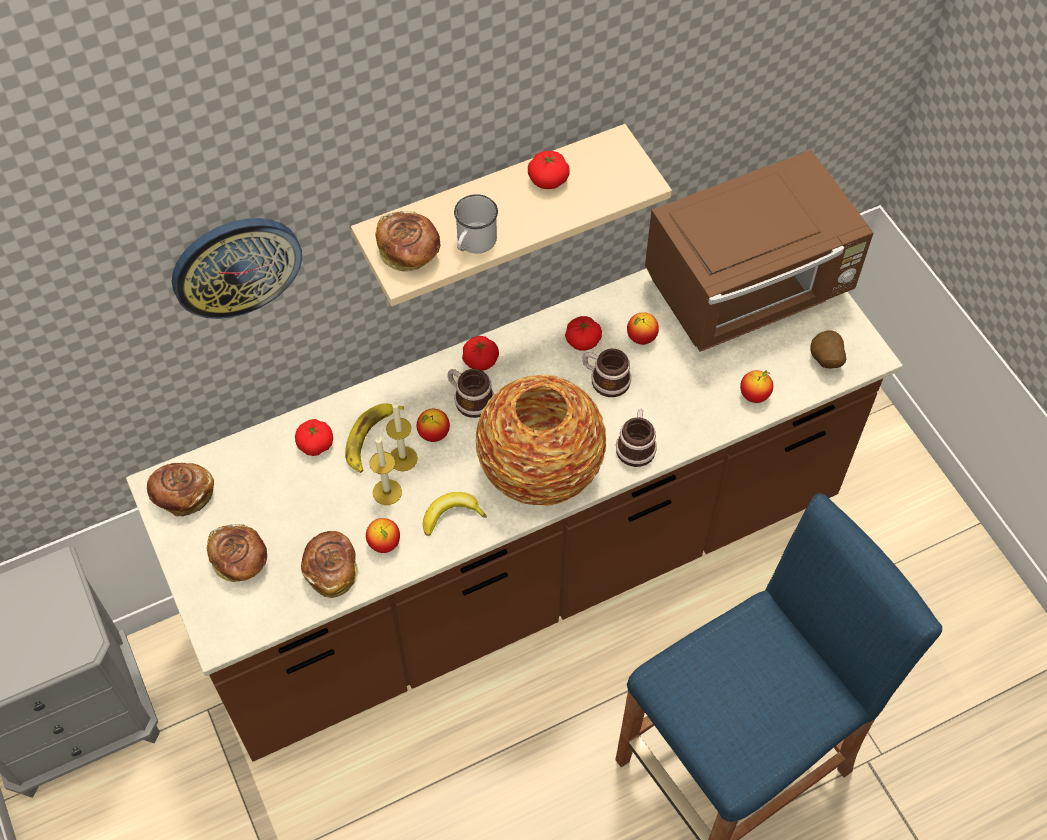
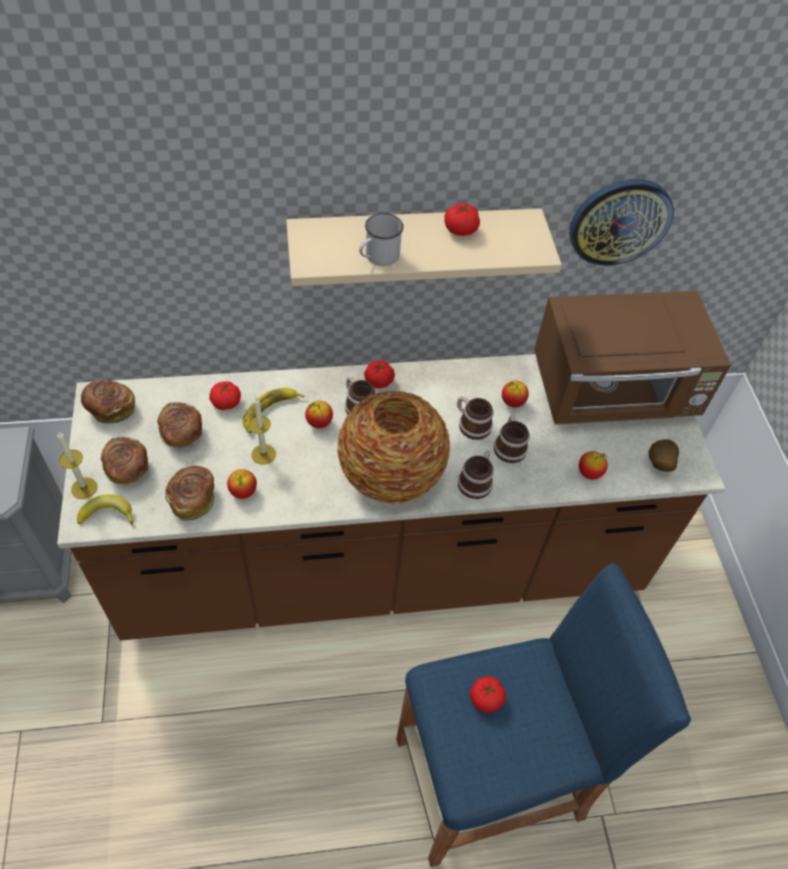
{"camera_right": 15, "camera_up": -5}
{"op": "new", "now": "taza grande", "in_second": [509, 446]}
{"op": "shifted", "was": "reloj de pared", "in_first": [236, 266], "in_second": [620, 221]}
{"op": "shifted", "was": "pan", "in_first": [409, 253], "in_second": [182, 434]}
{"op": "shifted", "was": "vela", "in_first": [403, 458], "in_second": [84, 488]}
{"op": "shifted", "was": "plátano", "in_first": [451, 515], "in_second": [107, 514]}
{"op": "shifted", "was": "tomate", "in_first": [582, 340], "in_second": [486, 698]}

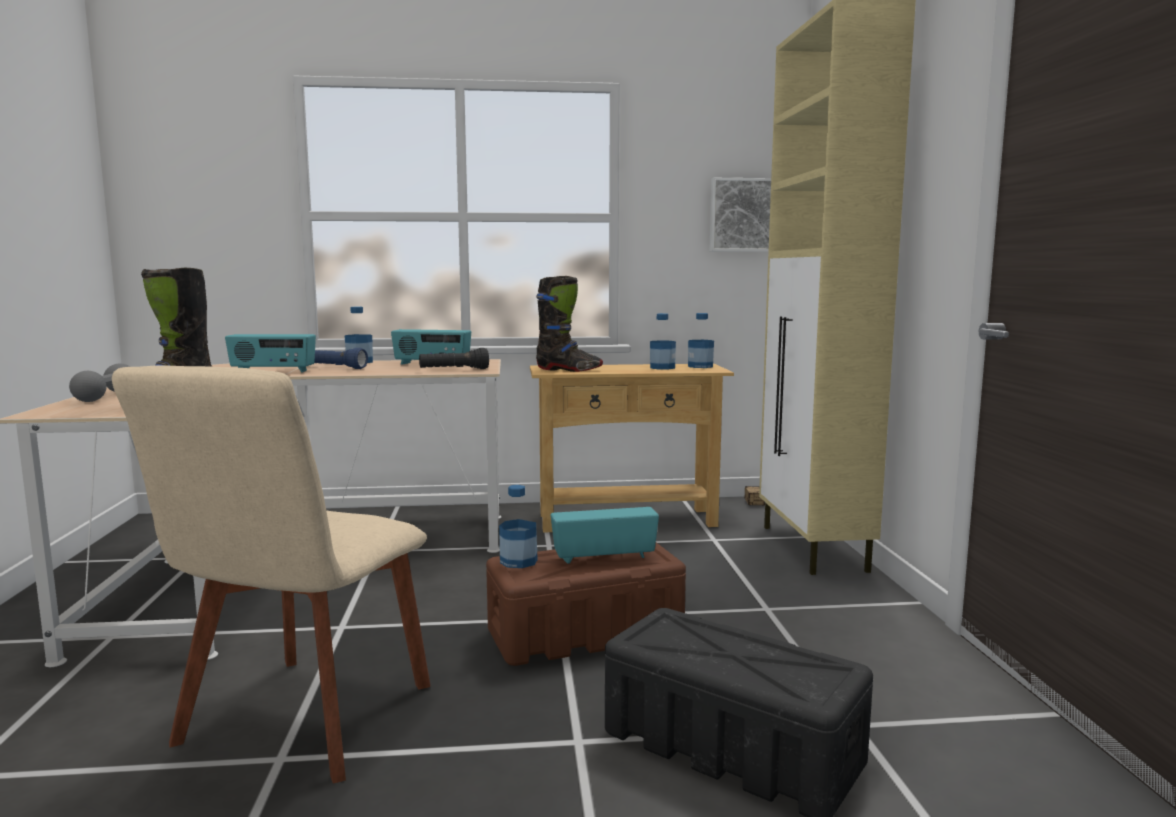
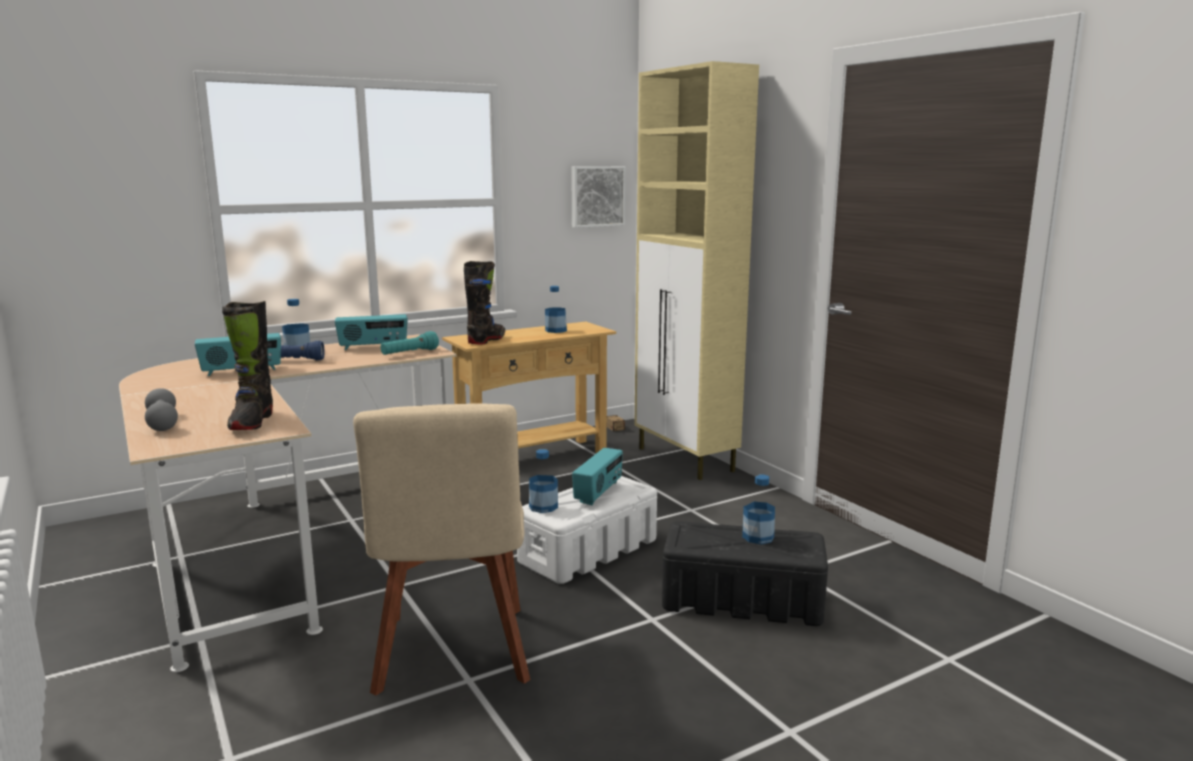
{"camera_right": -25, "camera_up": 5}
{"op": "shifted", "was": "botella", "in_first": [700, 366], "in_second": [758, 537]}
{"op": "repainted", "was": "linterna (negro)", "now": "linterna (turquesa)", "in_first": [454, 370], "in_second": [409, 353]}
{"op": "repainted", "was": "caja de almacenaje (marrón)", "now": "caja de almacenaje (blanco)", "in_first": [586, 633], "in_second": [589, 550]}
{"op": "rotated", "was": "bota (negro)", "in_first": [568, 370], "in_second": [486, 340], "clockwise": -60}
{"op": "rotated", "was": "radio", "in_first": [604, 557], "in_second": [599, 493], "clockwise": 150}

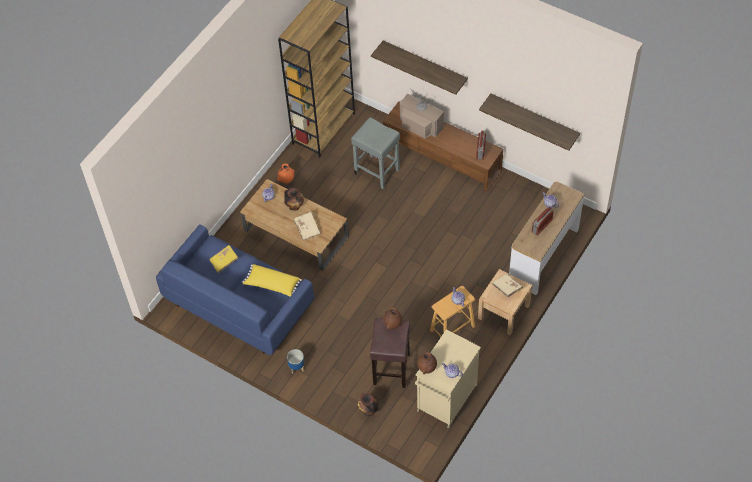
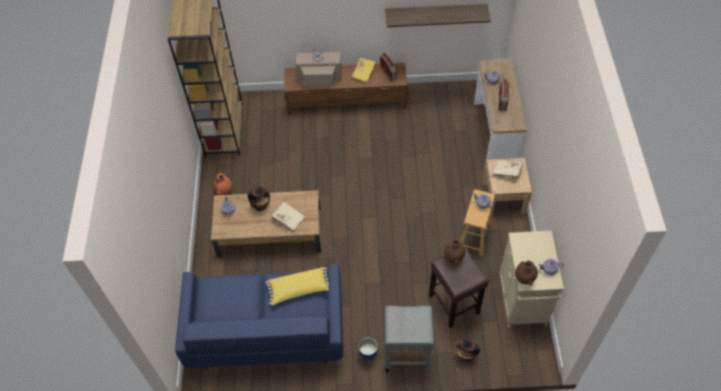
{"camera_right": -35, "camera_up": 0}
{"op": "gone", "was": "estante", "in_first": [424, 65]}
{"op": "shifted", "was": "libro (amarillo)", "in_first": [224, 261], "in_second": [364, 73]}
{"op": "shifted", "was": "taburete (gris)", "in_first": [377, 172], "in_second": [407, 354]}

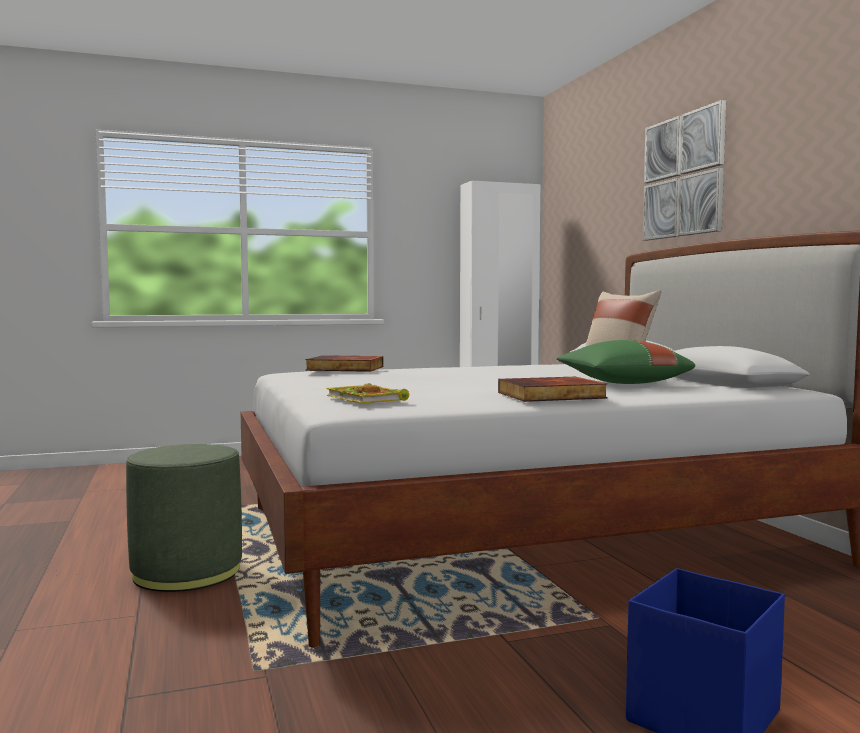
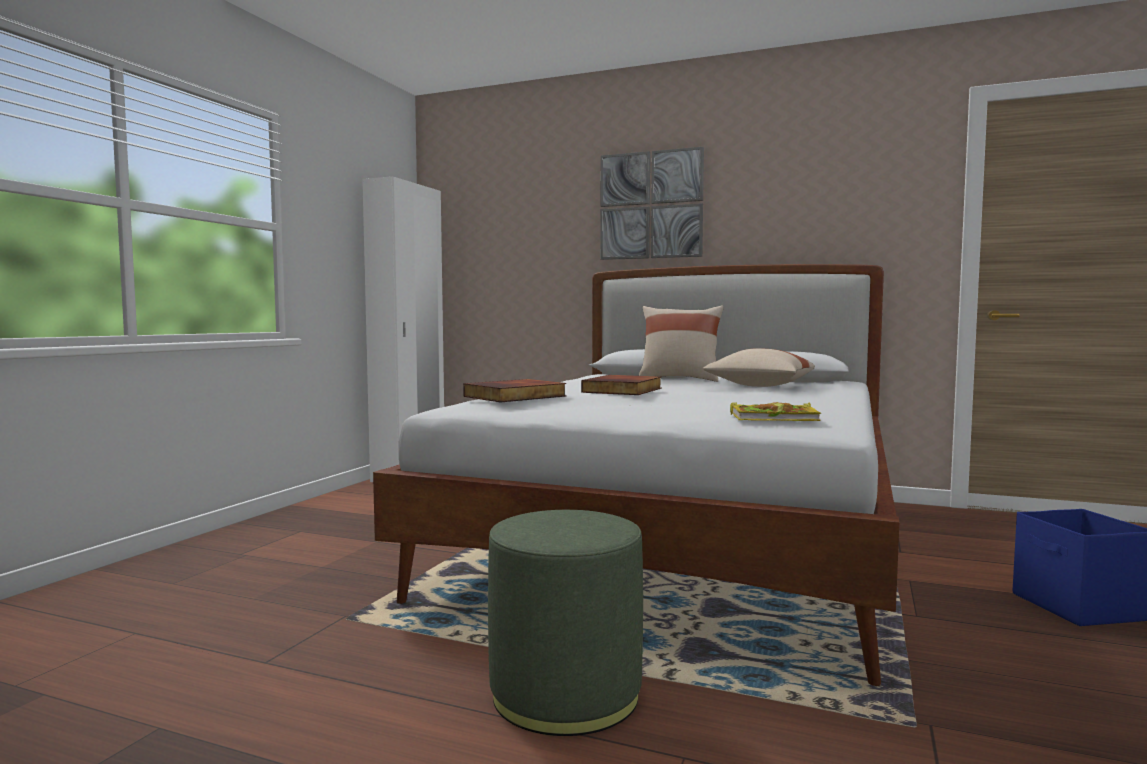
{"camera_right": -50, "camera_up": 0}
{"op": "shifted", "was": "libro", "in_first": [551, 395], "in_second": [624, 390]}
{"op": "repainted", "was": "cojín (verde)", "now": "cojín (beis)", "in_first": [621, 383], "in_second": [759, 386]}

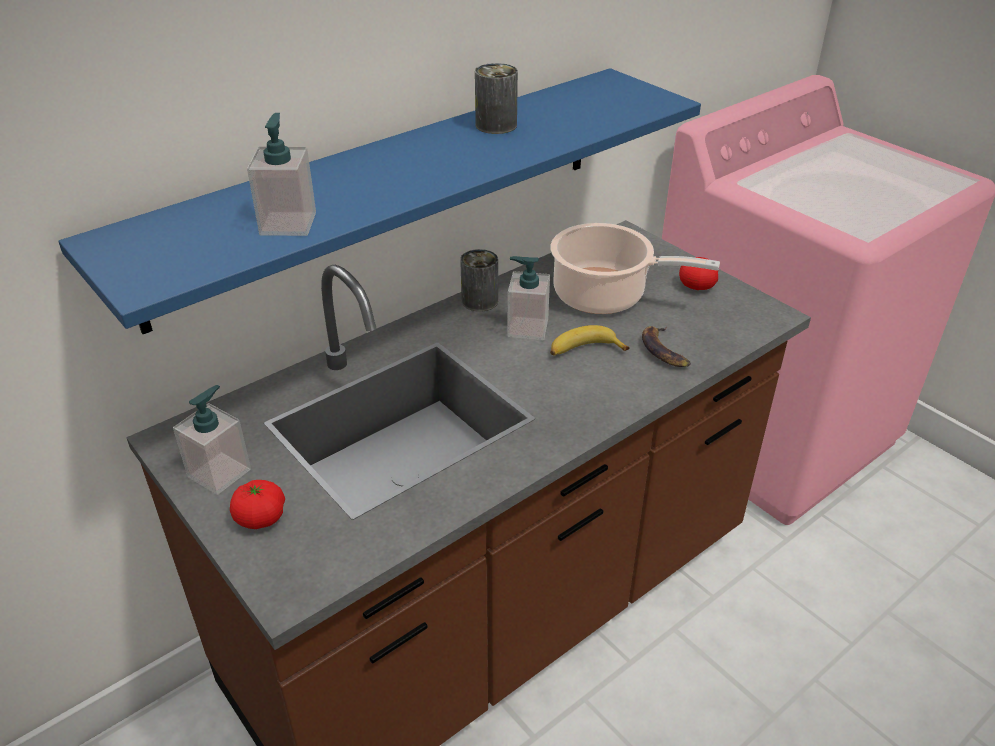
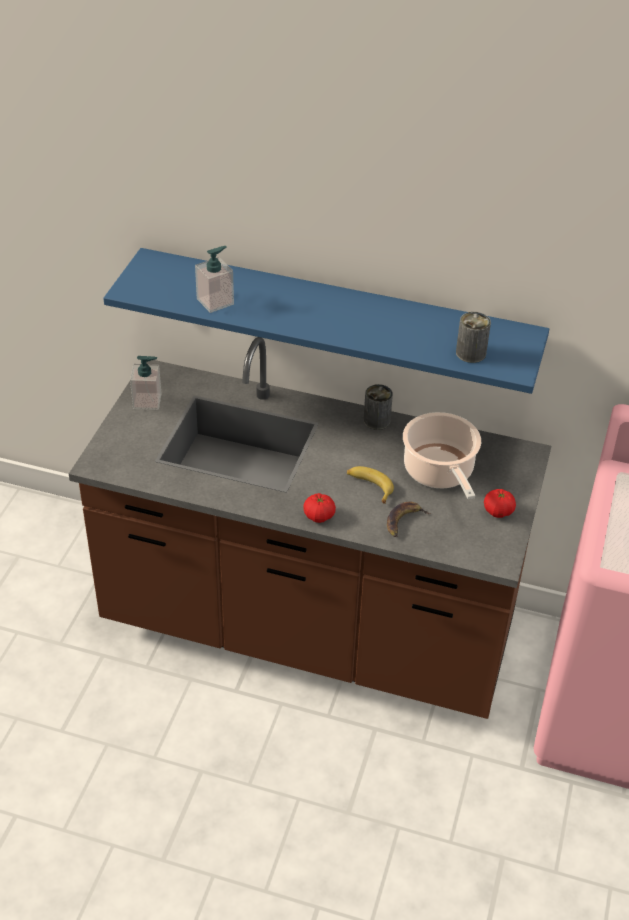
{"camera_right": 55, "camera_up": 5}
{"op": "gone", "was": "dispensador de jabón", "in_first": [527, 328]}
{"op": "shifted", "was": "tomate", "in_first": [260, 517], "in_second": [319, 516]}
{"op": "shifted", "was": "lata", "in_first": [496, 125], "in_second": [470, 353]}

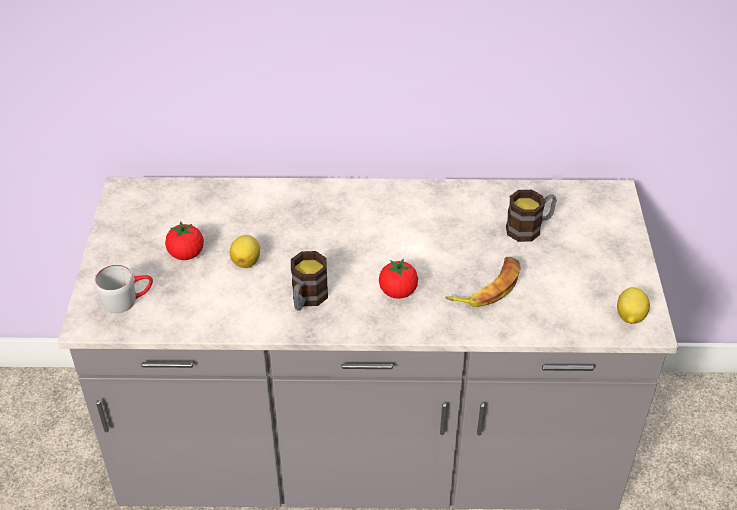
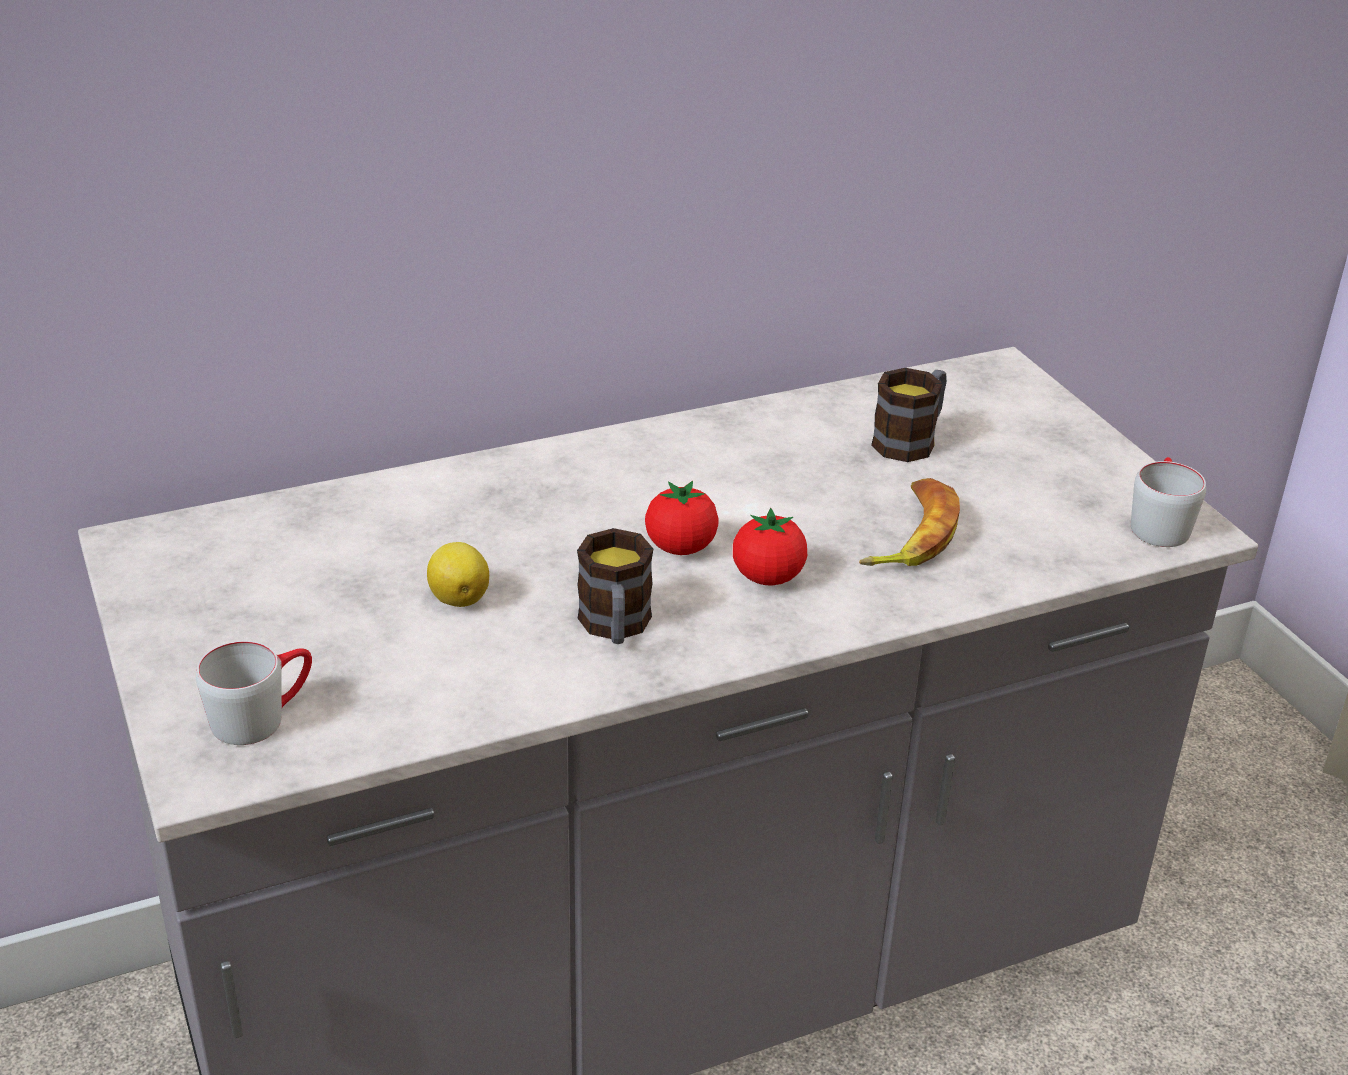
{"camera_right": -25, "camera_up": -10}
{"op": "shifted", "was": "tomate", "in_first": [186, 254], "in_second": [680, 548]}
{"op": "swapped", "was": "limón", "now": "taza grande (gris)", "in_first": [629, 317], "in_second": [1158, 522]}

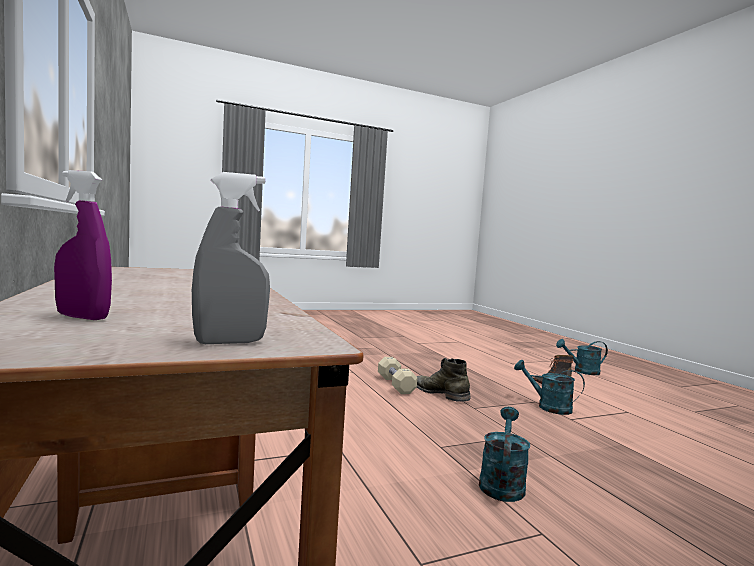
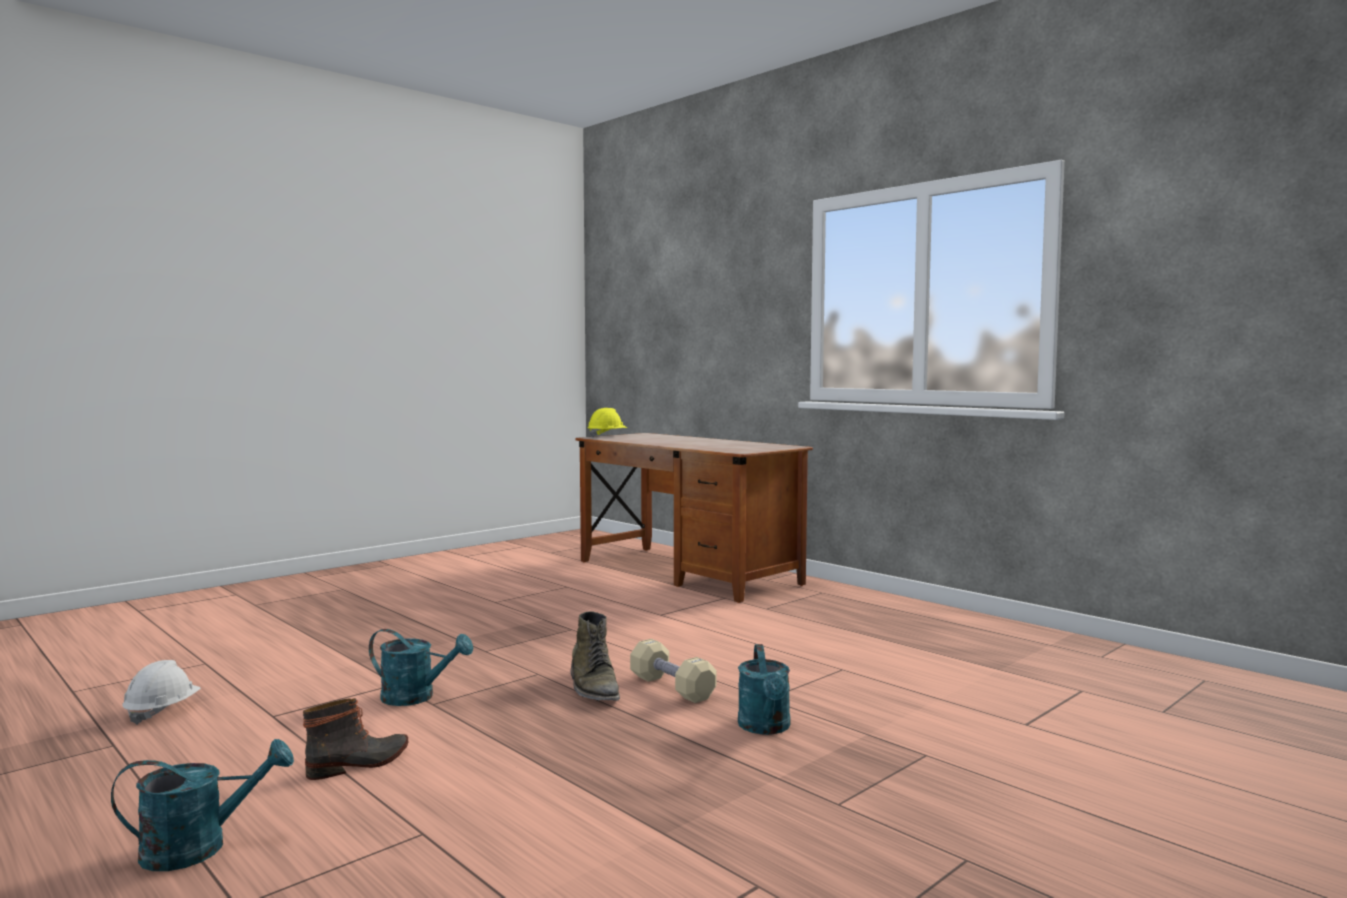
{"camera_right": 160, "camera_up": 0}
{"op": "gone", "was": "pulverizador (morado)", "in_first": [82, 317]}
{"op": "new", "now": "casco (blanco)", "in_second": [162, 711]}
{"op": "shifted", "was": "regadera (turquesa)", "in_first": [501, 483], "in_second": [766, 728]}
{"op": "swapped", "was": "pulverizador (gris)", "now": "casco (amarillo)", "in_first": [230, 342], "in_second": [607, 436]}
{"op": "rotated", "was": "bota (verde)", "in_first": [440, 393], "in_second": [593, 687], "clockwise": 45}

